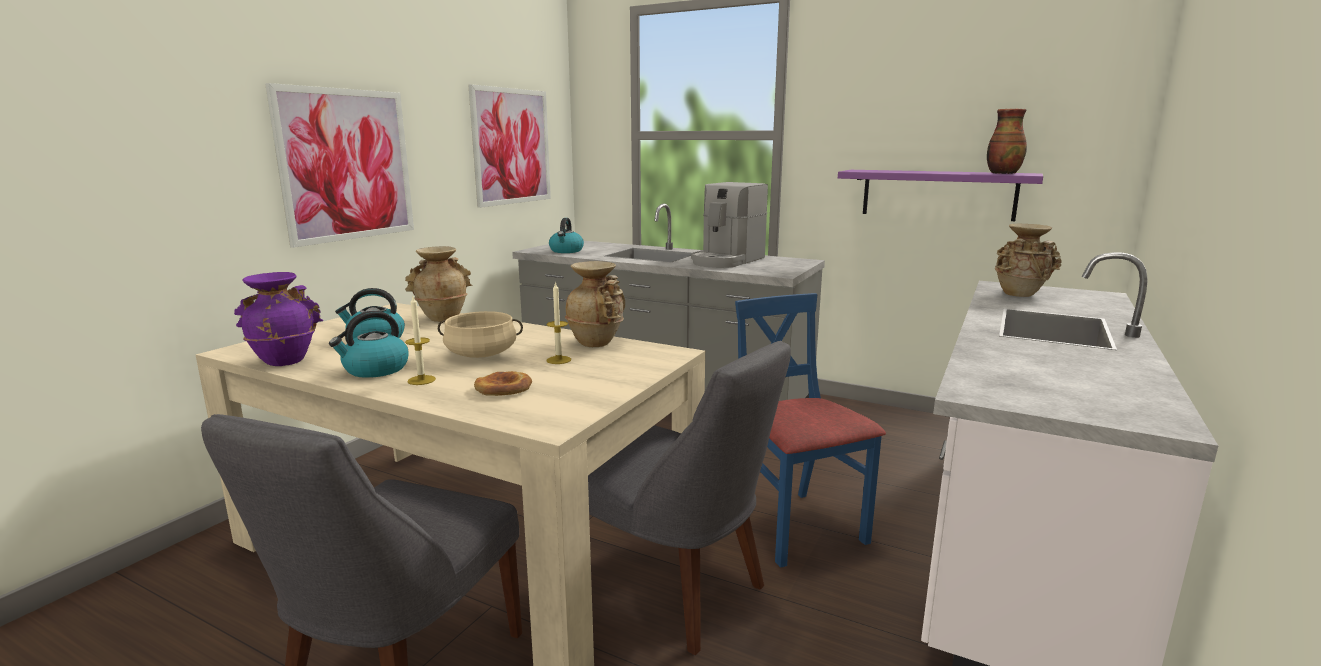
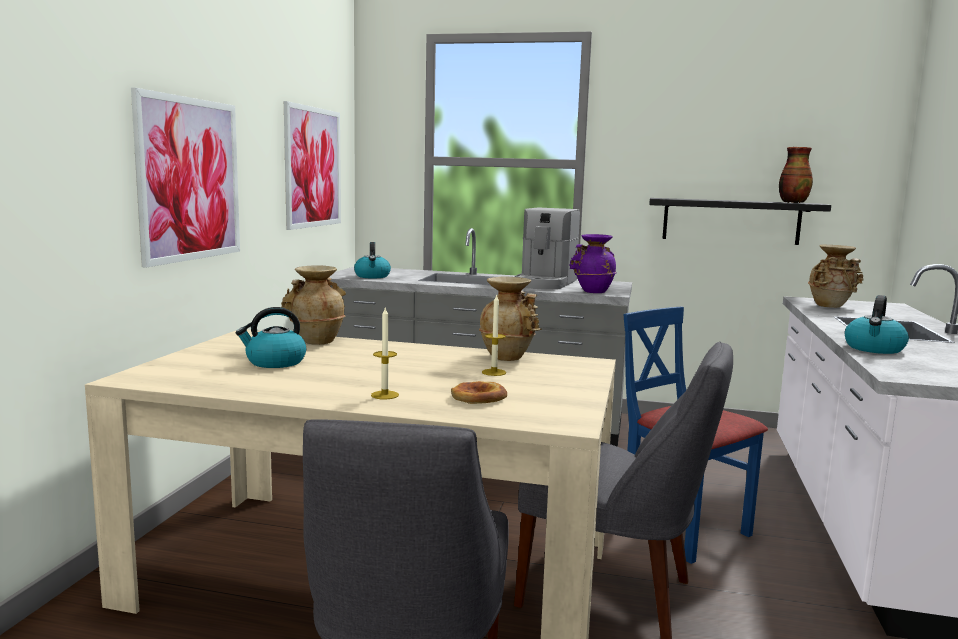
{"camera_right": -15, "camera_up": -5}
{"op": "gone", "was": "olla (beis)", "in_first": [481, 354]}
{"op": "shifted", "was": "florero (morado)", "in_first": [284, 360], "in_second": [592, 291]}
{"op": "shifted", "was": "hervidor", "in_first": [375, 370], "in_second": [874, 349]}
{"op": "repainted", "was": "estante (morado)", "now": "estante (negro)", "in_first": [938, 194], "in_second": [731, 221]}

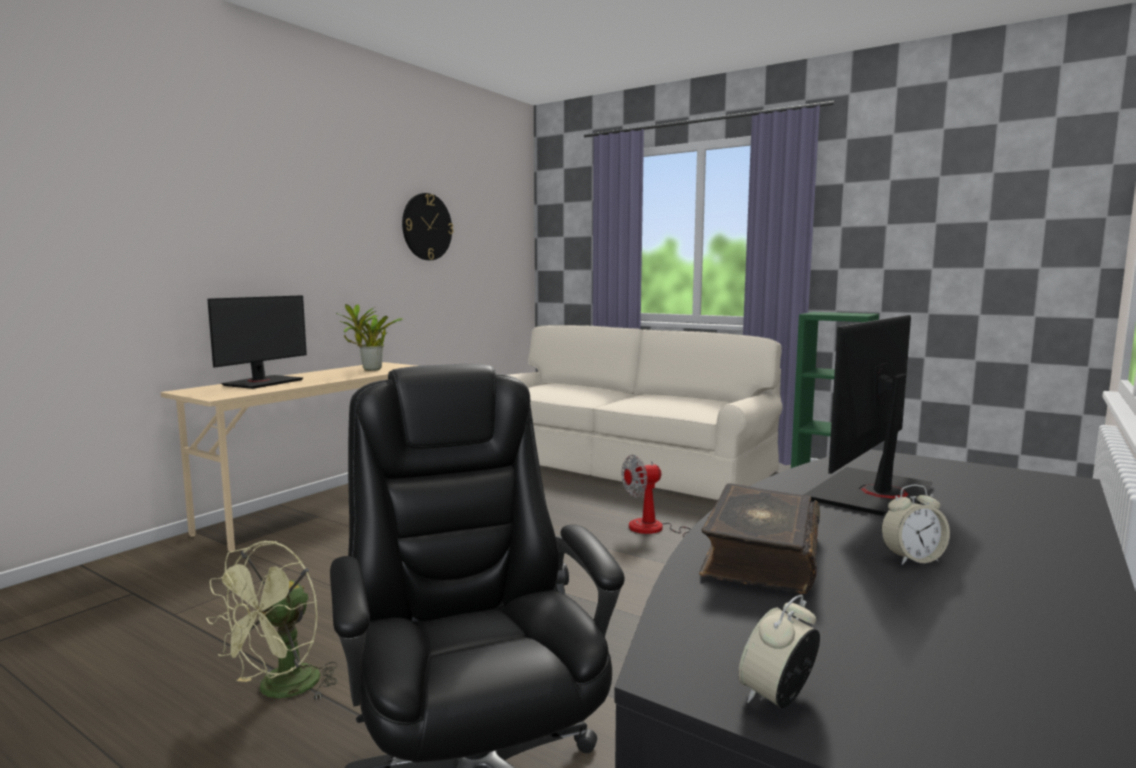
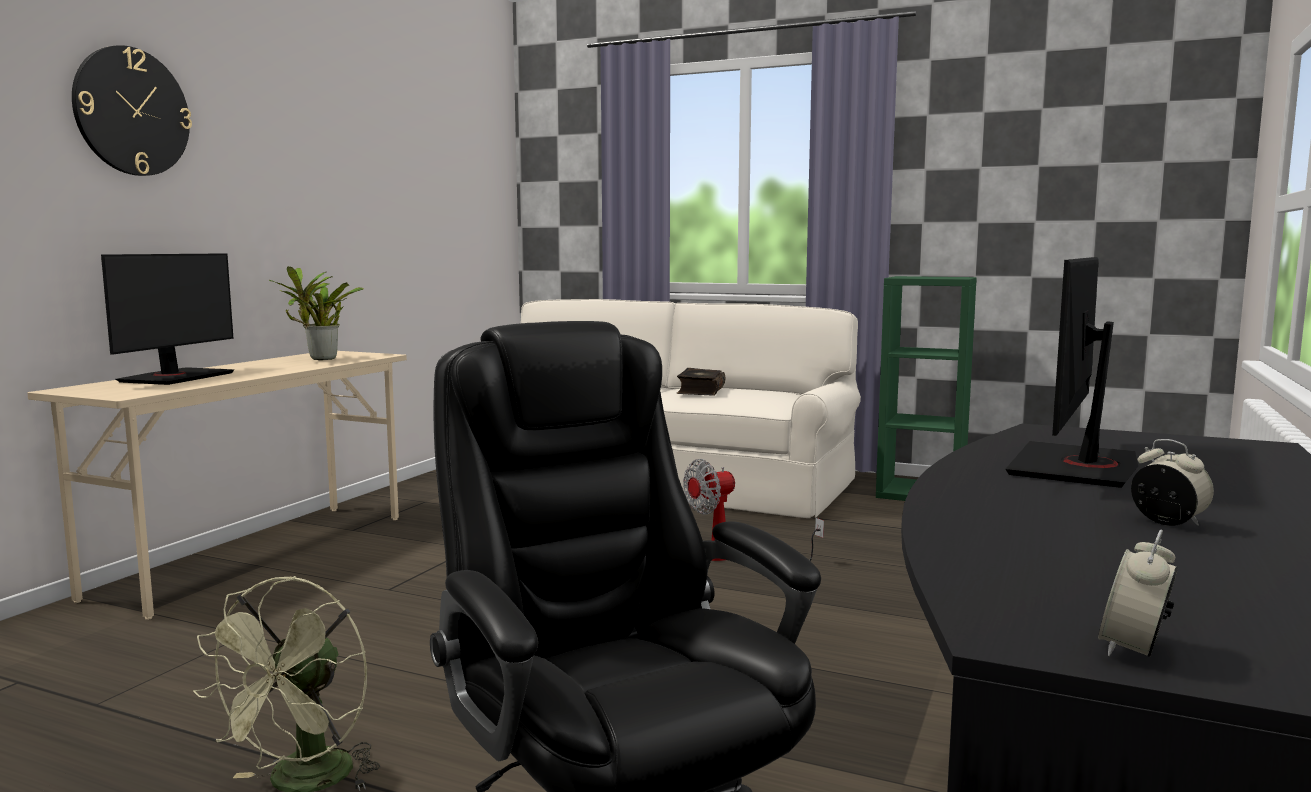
{"camera_right": -10, "camera_up": 0}
{"op": "shifted", "was": "reloj de pared", "in_first": [427, 227], "in_second": [132, 112]}
{"op": "shifted", "was": "libro", "in_first": [759, 555], "in_second": [700, 391]}
{"op": "rotated", "was": "despertador", "in_first": [912, 559], "in_second": [1168, 523], "clockwise": -105}

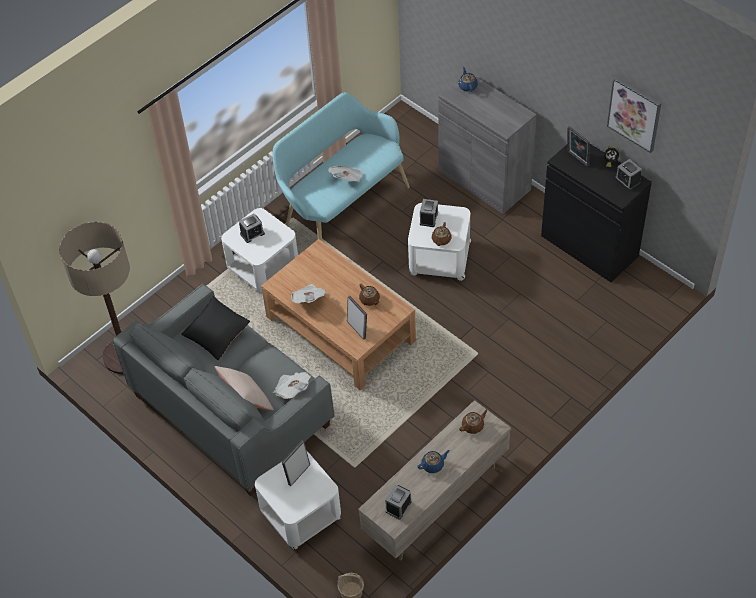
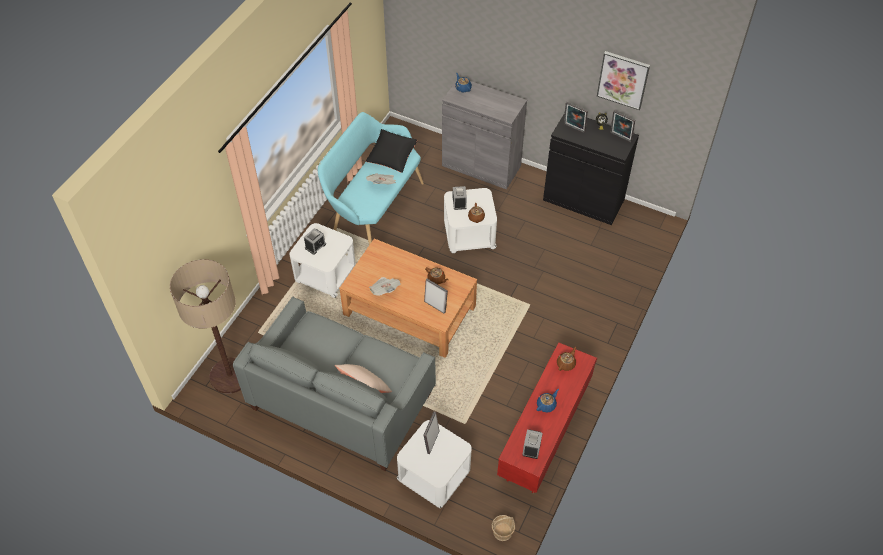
{"camera_right": -20, "camera_up": 0}
{"op": "gone", "was": "periódico", "in_first": [292, 390]}
{"op": "shifted", "was": "cojín (negro)", "in_first": [217, 334], "in_second": [391, 156]}
{"op": "swapped", "was": "despertador", "now": "portarretratos", "in_first": [627, 180], "in_second": [620, 137]}
{"op": "repainted", "was": "mueble de televisión (beis)", "now": "mueble de televisión (rojo)", "in_first": [435, 503], "in_second": [543, 436]}

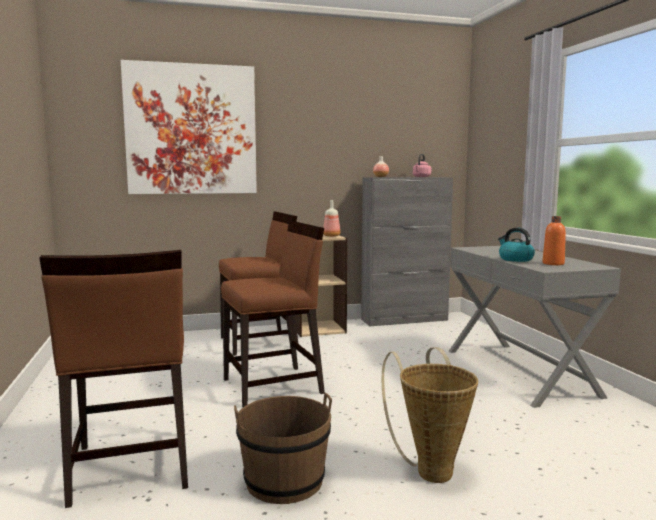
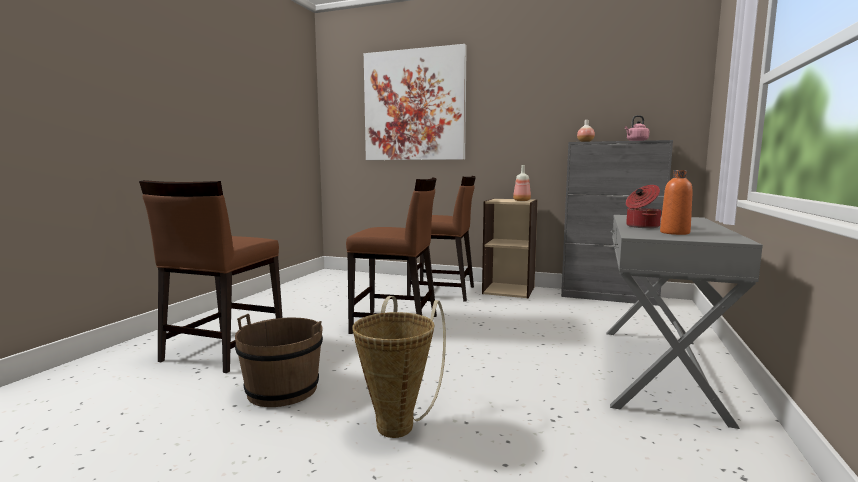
{"camera_right": 35, "camera_up": 0}
{"op": "swapped", "was": "hervidor", "now": "olla", "in_first": [515, 259], "in_second": [641, 226]}

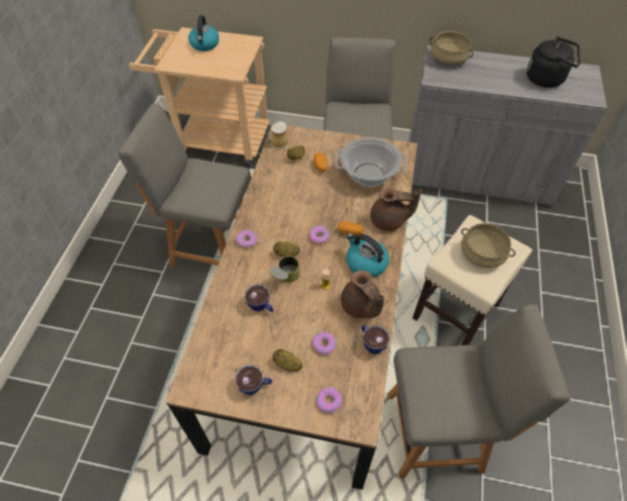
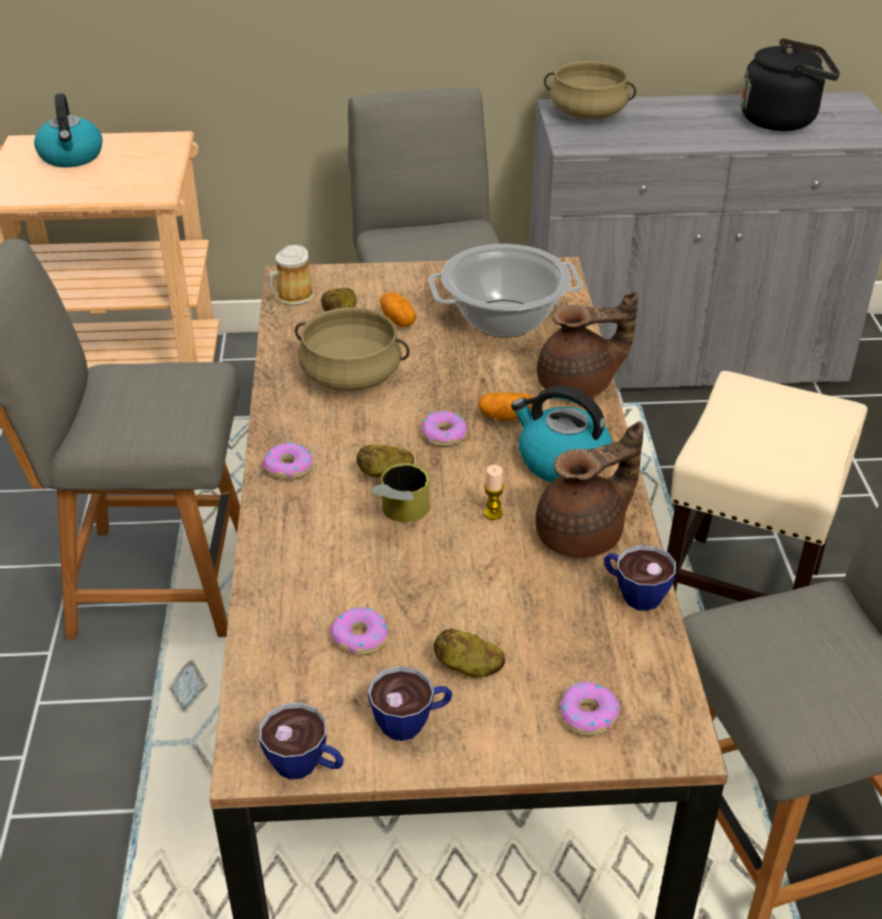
{"camera_right": -15, "camera_up": -15}
{"op": "shifted", "was": "taza", "in_first": [261, 306], "in_second": [306, 766]}
{"op": "shifted", "was": "rosquilla", "in_first": [324, 345], "in_second": [360, 637]}
{"op": "shifted", "was": "olla (beis)", "in_first": [482, 254], "in_second": [351, 376]}
{"op": "rotated", "was": "tetera (marrón)", "in_first": [360, 306], "in_second": [583, 535], "clockwise": -75}

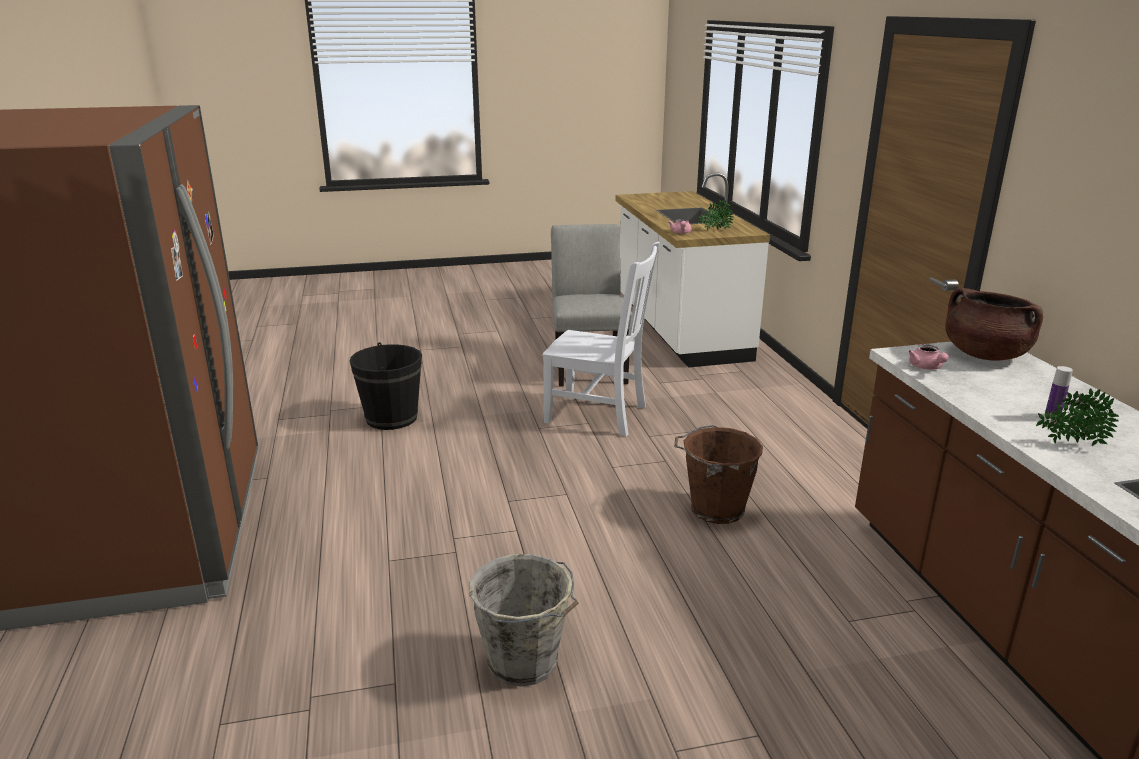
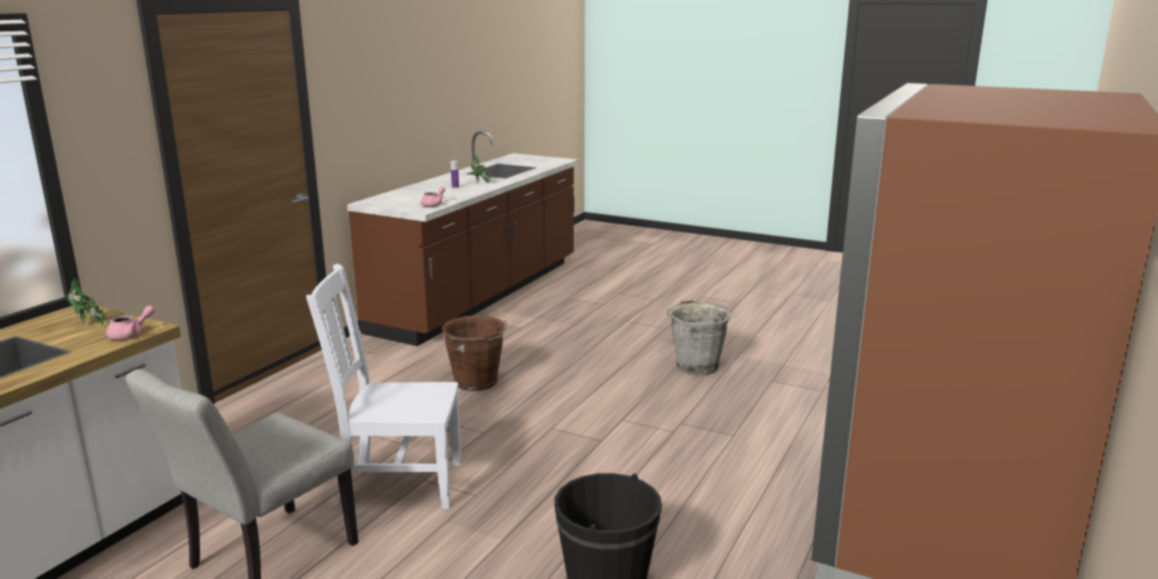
{"camera_right": -140, "camera_up": -5}
{"op": "gone", "was": "olla (marrón)", "in_first": [984, 355]}
{"op": "rotated", "was": "silla (blanco)", "in_first": [599, 415], "in_second": [397, 483], "clockwise": -60}

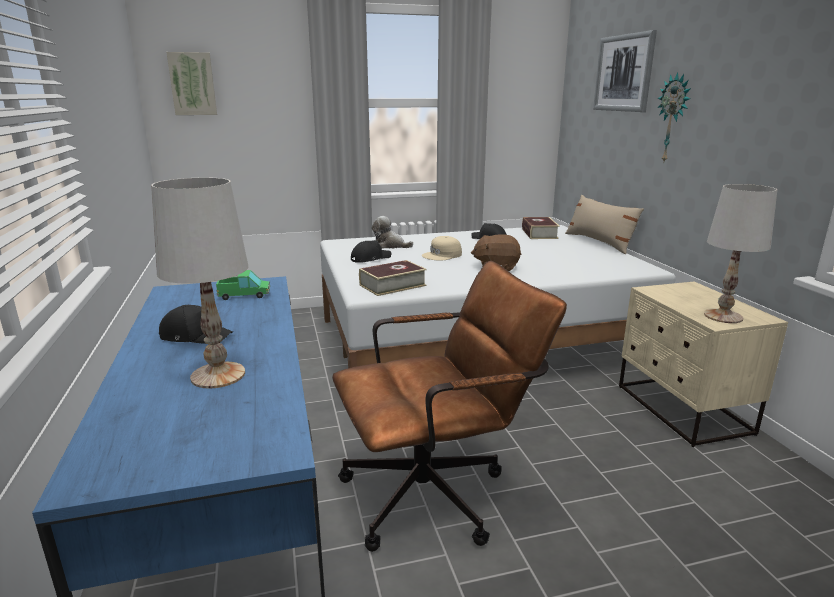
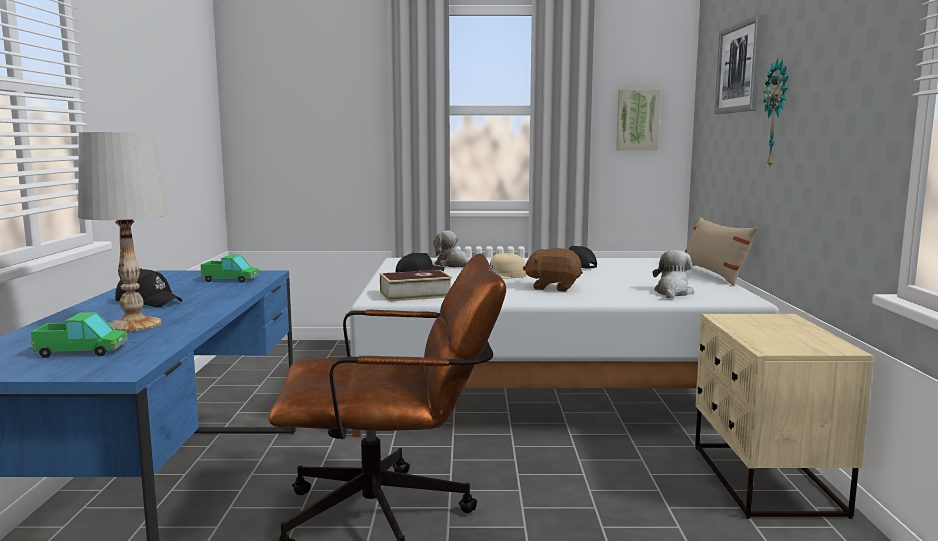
{"camera_right": 15, "camera_up": -10}
{"op": "gone", "was": "libro", "in_first": [539, 234]}
{"op": "gone", "was": "lámpara de mesa (blanco)", "in_first": [723, 316]}
{"op": "new", "now": "camión de juguete", "in_second": [81, 351]}
{"op": "new", "now": "peluche", "in_second": [672, 293]}
{"op": "shifted", "was": "cuadro", "in_first": [192, 84], "in_second": [637, 120]}

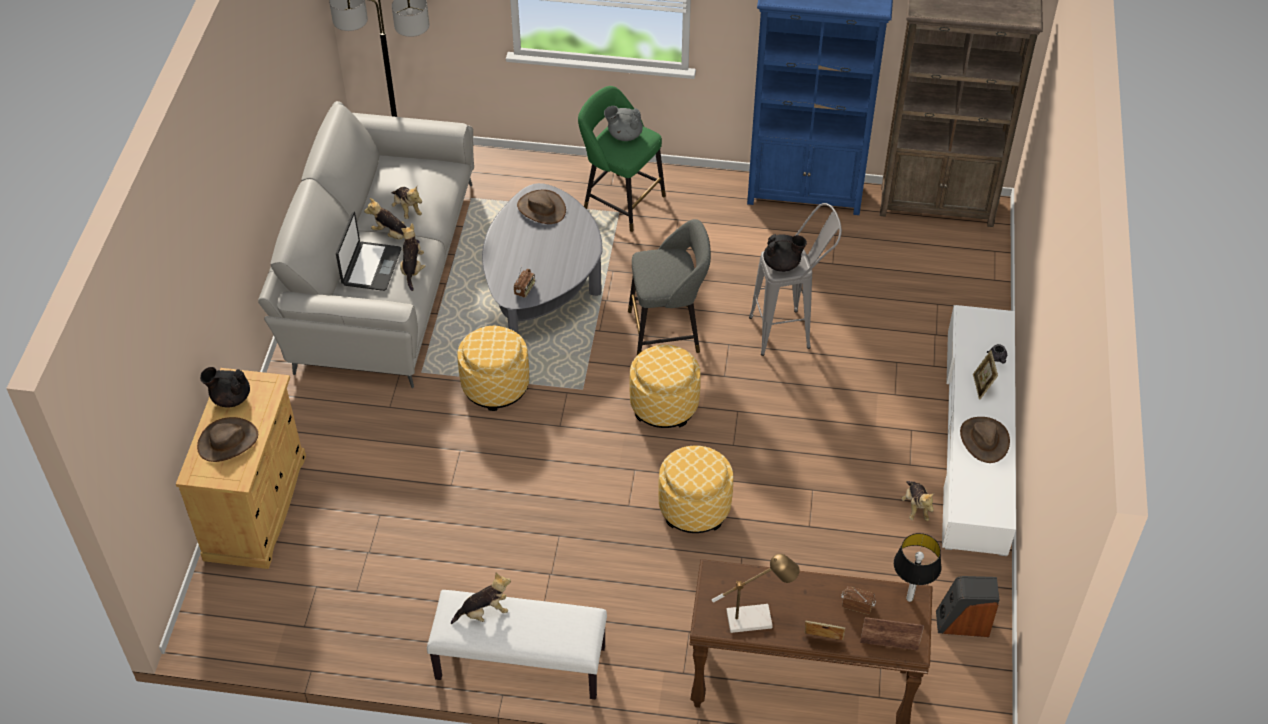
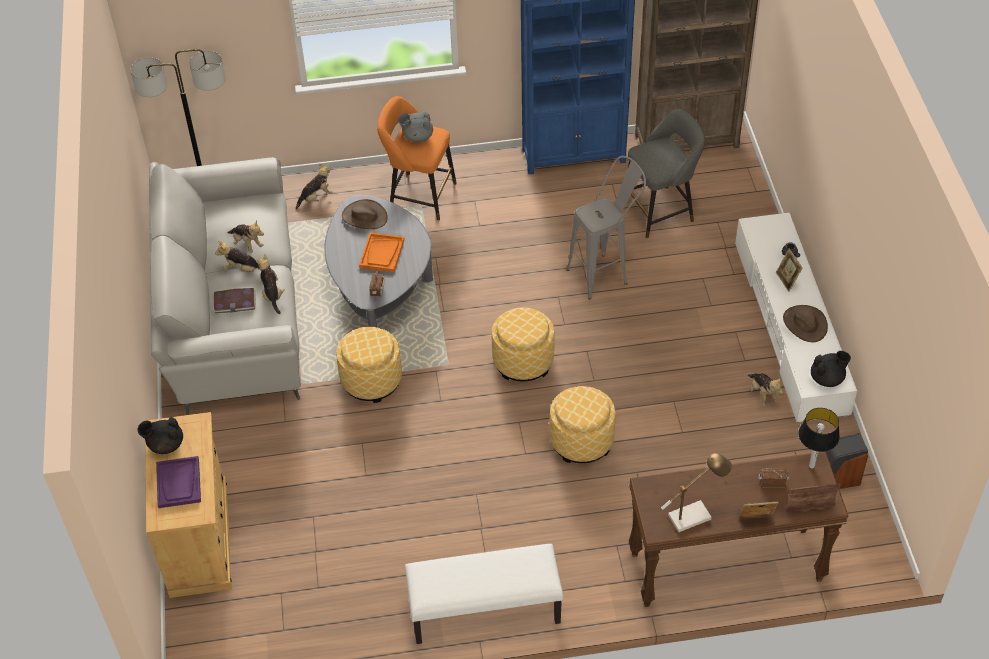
{"camera_right": -15, "camera_up": 0}
{"op": "new", "now": "bandeja (naranja)", "in_second": [382, 253]}
{"op": "shifted", "was": "peluche", "in_first": [484, 612], "in_second": [316, 198]}
{"op": "shifted", "was": "taburete (gris)", "in_first": [668, 331], "in_second": [661, 210]}
{"op": "shifted", "was": "tetera (negro)", "in_first": [782, 264], "in_second": [827, 378]}
{"op": "swapped", "was": "sombrero (marrón)", "now": "bandeja (morado)", "in_first": [228, 441], "in_second": [179, 483]}
{"op": "swapped", "was": "portátil", "now": "libro", "in_first": [370, 267], "in_second": [235, 302]}
{"op": "repainted", "was": "taburete (verde)", "now": "taburete (naranja)", "in_first": [620, 200], "in_second": [419, 195]}

